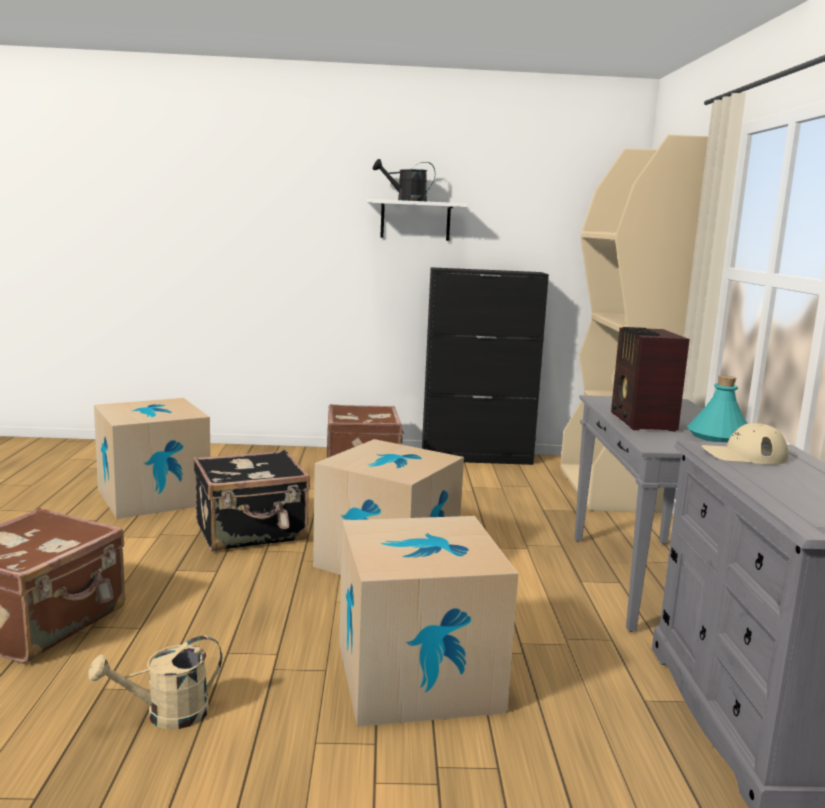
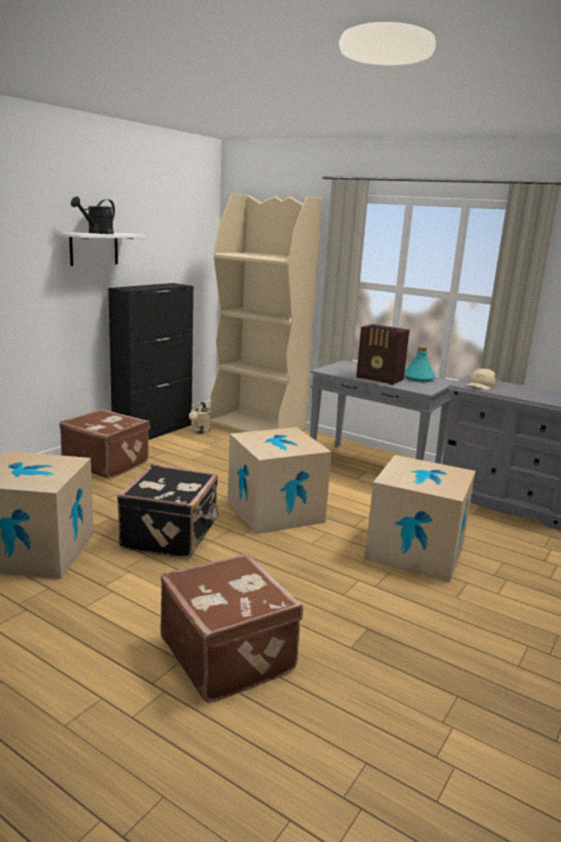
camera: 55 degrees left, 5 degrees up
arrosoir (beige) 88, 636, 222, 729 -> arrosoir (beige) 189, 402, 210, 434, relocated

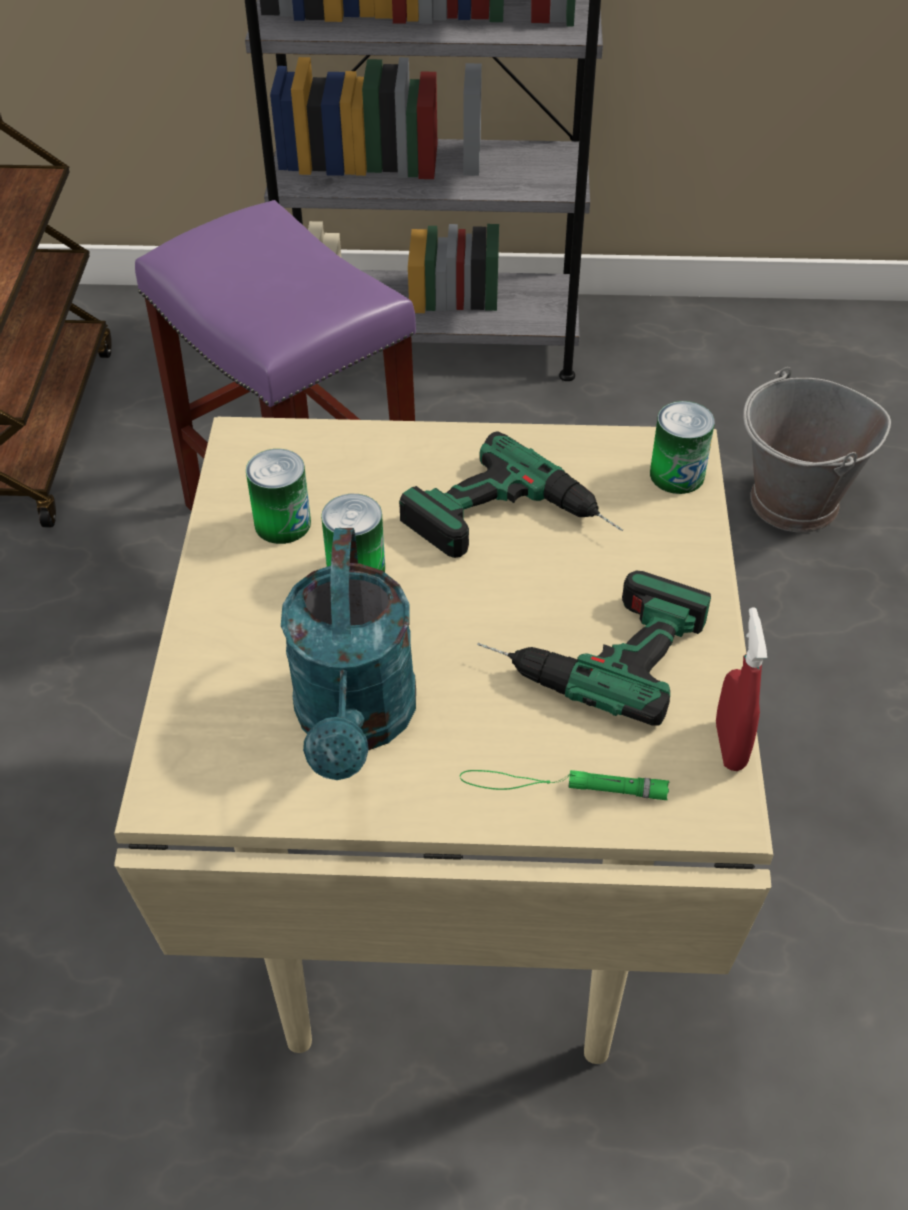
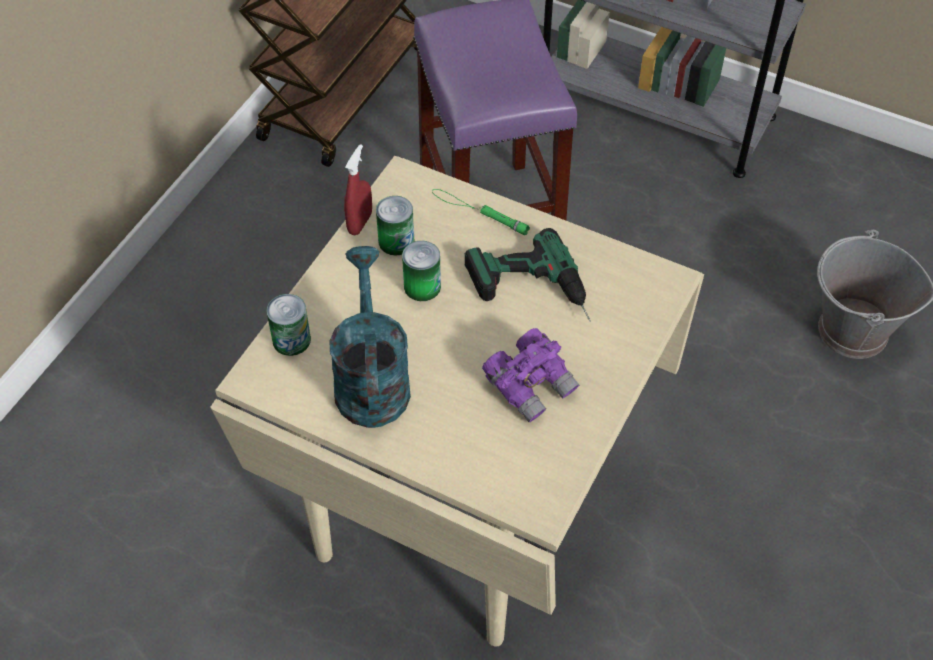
camera: 25 degrees right, 5 degrees up
boîte métallique 650, 401, 715, 494 -> boîte métallique 266, 294, 311, 356, relocated
arrosoir (turquoise) 281, 528, 416, 780 -> arrosoir (turquoise) 329, 246, 411, 428, 150 degrees clockwise
perceuse 477, 571, 711, 726 -> jumelles (violet) 482, 328, 579, 422
vaporisateur (rouge) 716, 608, 767, 771 -> vaporisateur (rouge) 344, 144, 372, 235, relocated
lampe de poche (vert) 460, 770, 669, 800 -> lampe de poche (vert) 432, 189, 530, 235, relocated

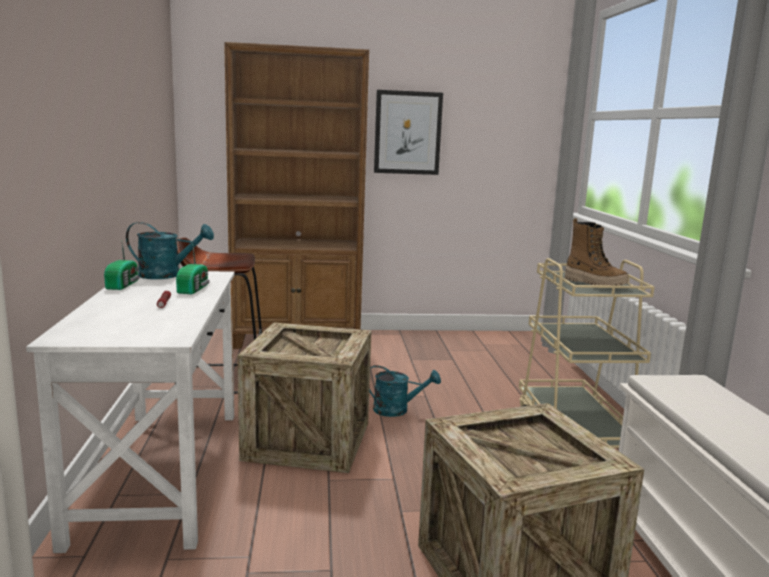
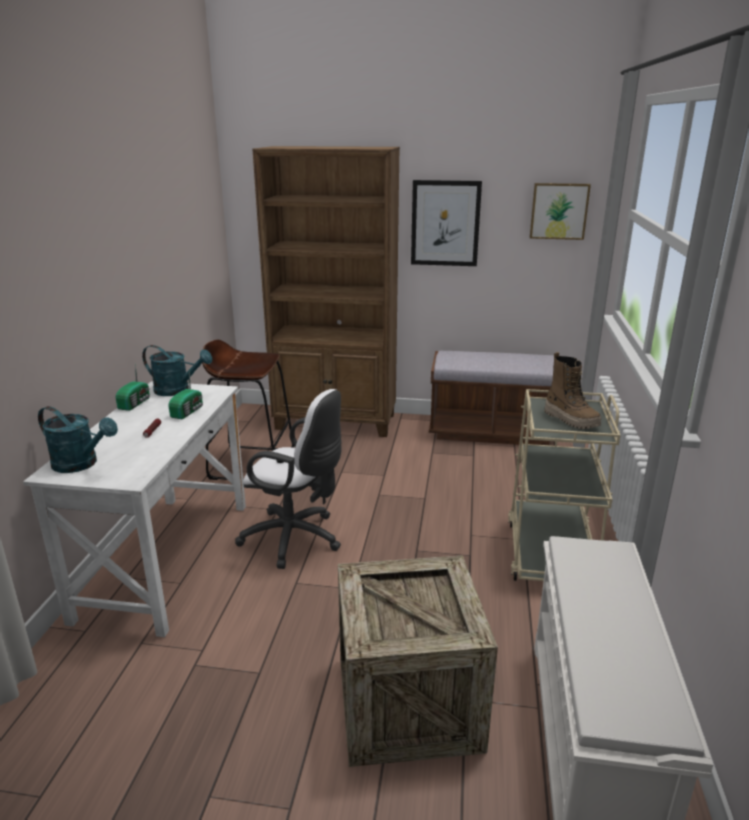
camera: 15 degrees right, 10 degrees up
caisse 237, 322, 372, 473 -> chaise de bureau (blanc) 235, 389, 342, 569
arrosoir (turquoise) 369, 365, 441, 417 -> arrosoir (turquoise) 38, 406, 118, 473, relocated
none -> tableau 530, 183, 591, 240
none -> banc (marron) 429, 351, 554, 445

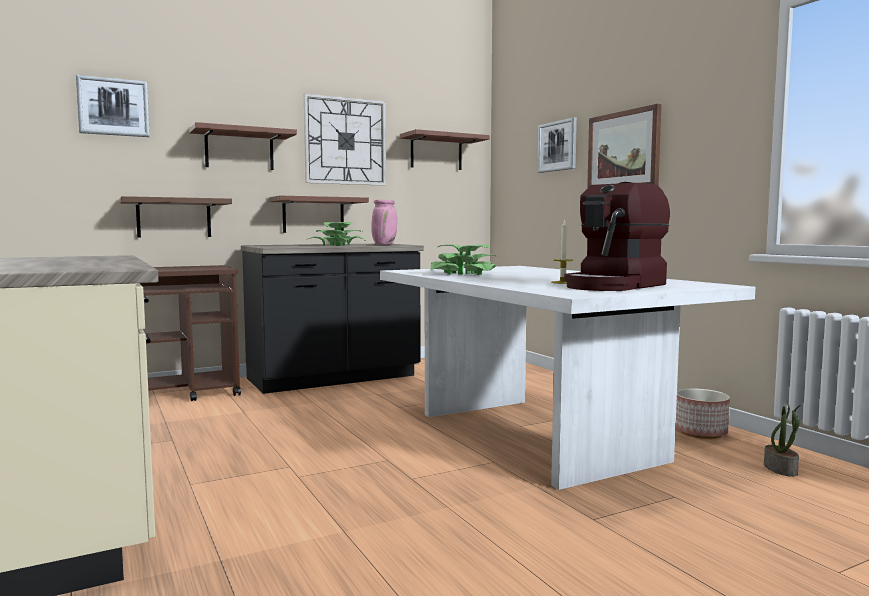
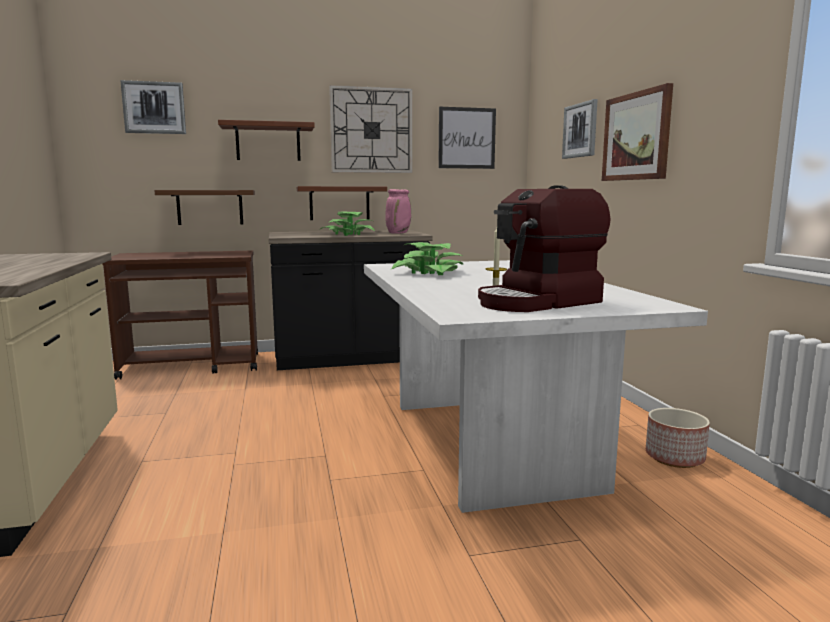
camera: 15 degrees right, 5 degrees up
étagère (marron) 400, 129, 489, 170 -> tableau 438, 107, 496, 169
plante en pot 764, 401, 801, 477 -> none

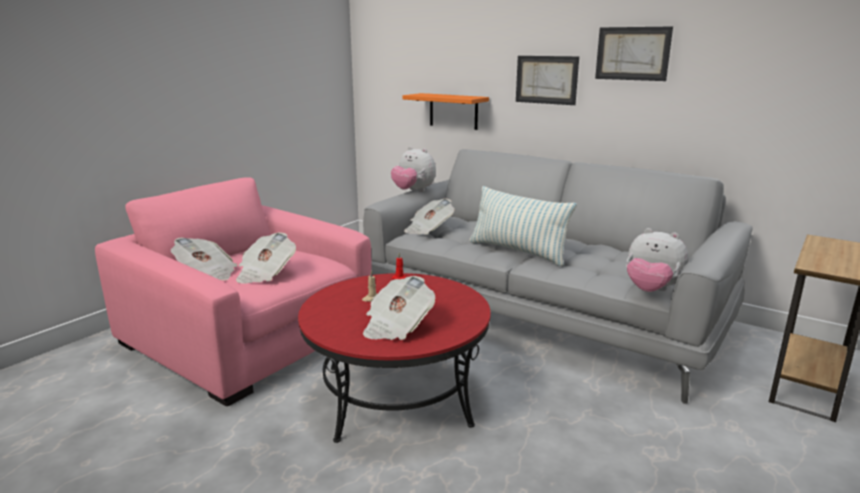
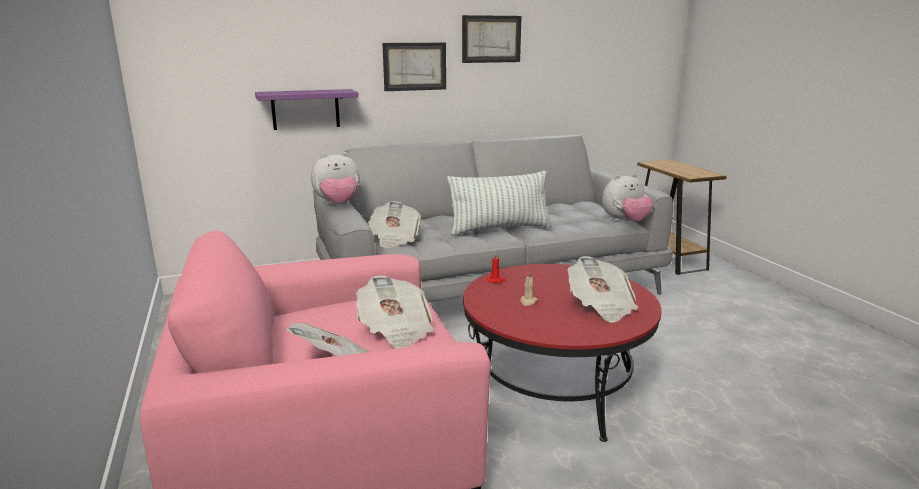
camera: 55 degrees left, 0 degrees up
étagère (orange) 402, 93, 489, 130 -> étagère (violet) 255, 89, 359, 130

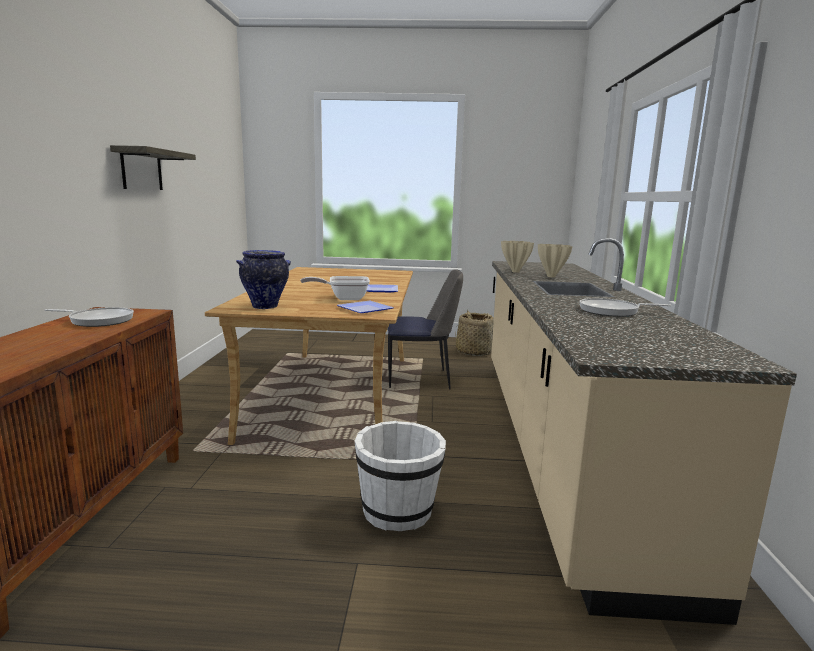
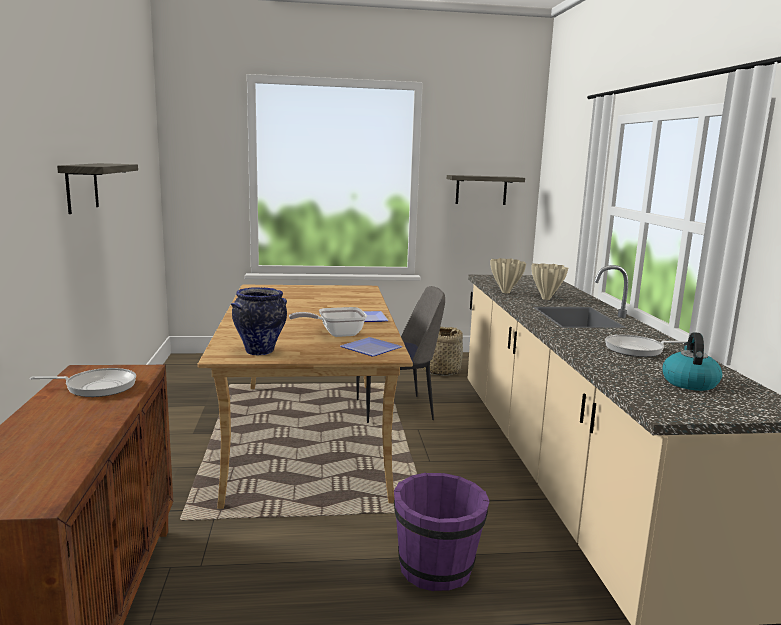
camera: 10 degrees left, 0 degrees up
seau (blanc) 354, 421, 446, 531 -> seau (violet) 394, 473, 490, 591
none -> étagère 447, 175, 525, 205
none -> bouilloire 662, 332, 722, 391

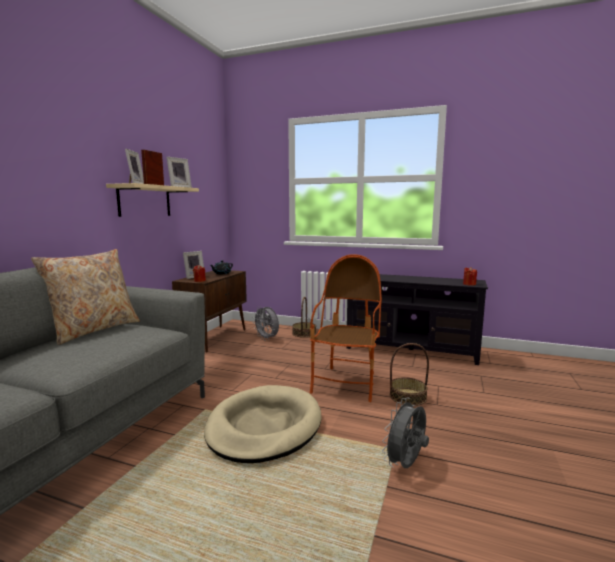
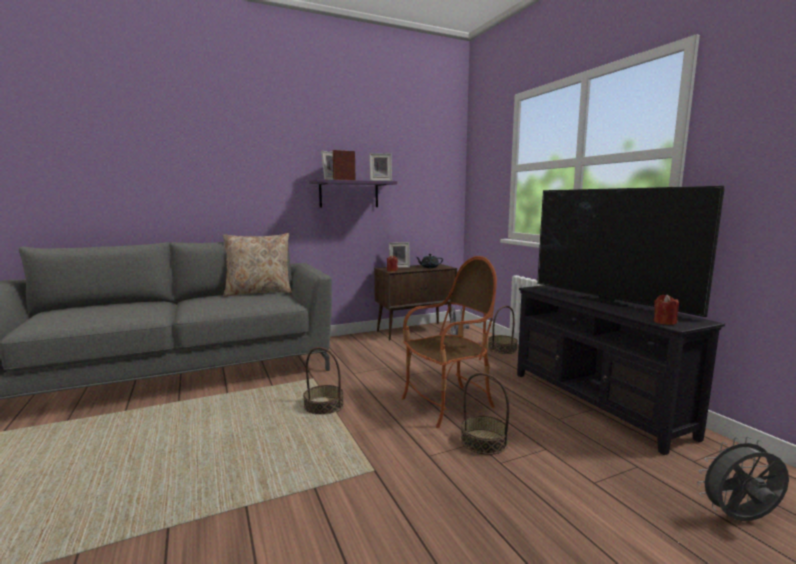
camera: 45 degrees right, 0 degrees up
étagère (beige) 106, 183, 199, 217 -> étagère (violet) 309, 179, 397, 208
panier pour chien (beige) 204, 385, 322, 463 -> panier 303, 347, 344, 415
ventilateur (gris) 382, 398, 429, 468 -> ventilateur (gris) 697, 437, 789, 521, relocated
none -> téléviseur 537, 186, 724, 317

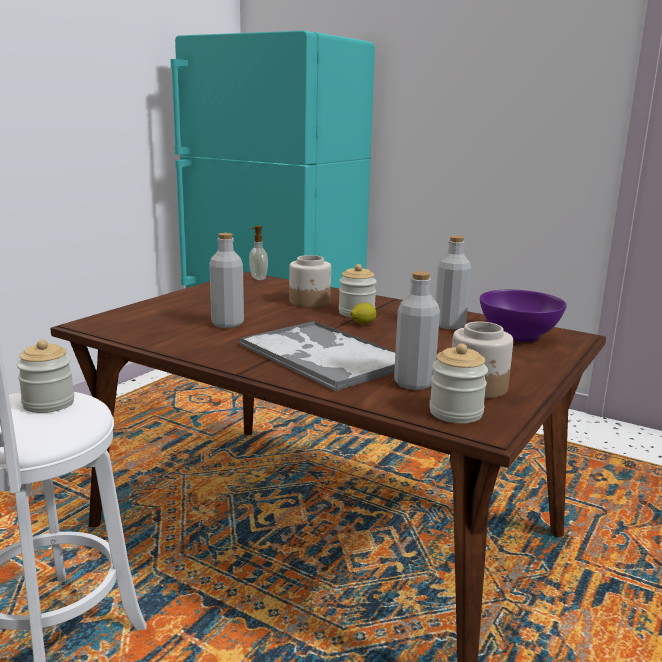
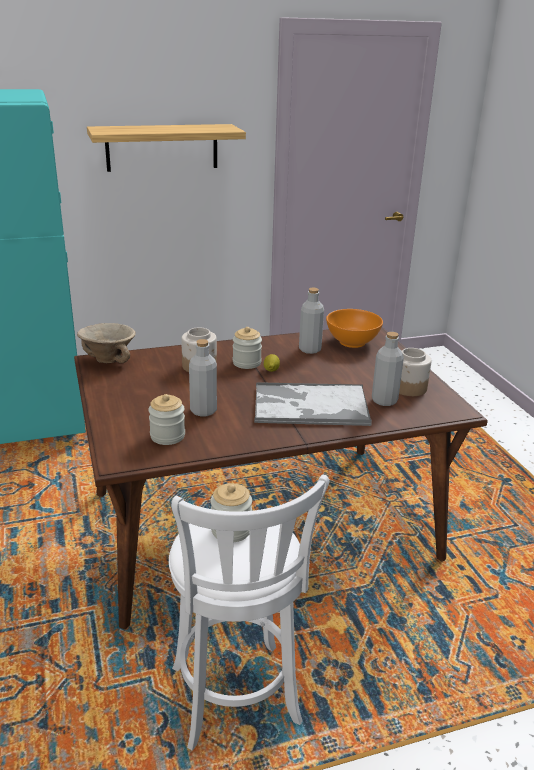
camera: 50 degrees left, 10 degrees up
distributeur de savon 248, 226, 268, 280 -> bol (beige) 77, 323, 136, 363
bol (violet) 480, 290, 567, 342 -> bol (orange) 326, 309, 383, 348
bocal 429, 343, 488, 424 -> bocal 148, 394, 185, 445, relocated
none -> étagère 87, 124, 246, 172

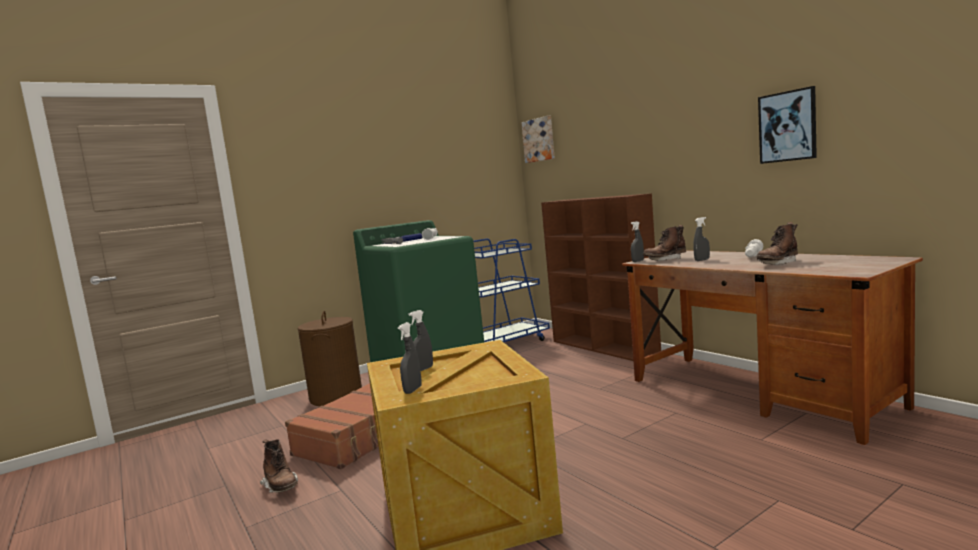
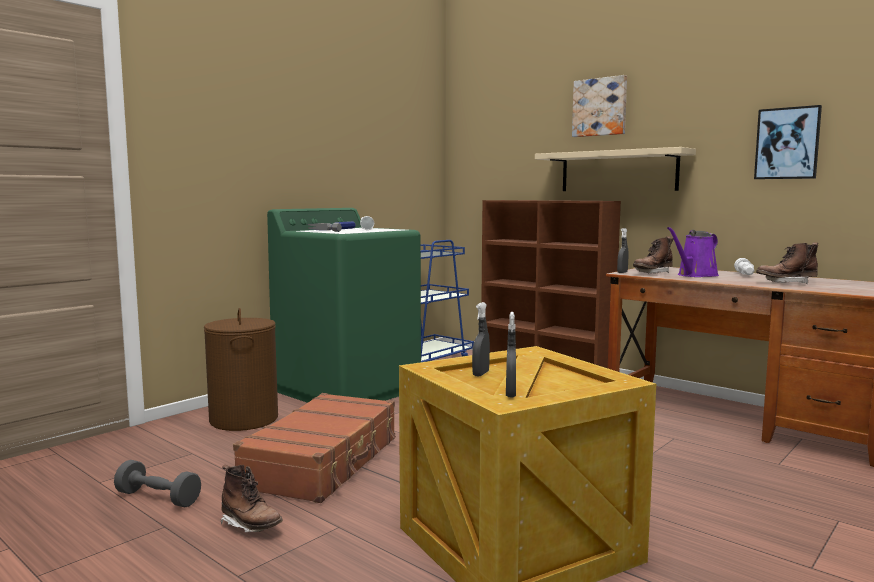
camera: 15 degrees left, 0 degrees up
tableau 521, 116, 555, 163 -> tableau 572, 75, 627, 137, relocated
vaporisateur (gris) 693, 217, 710, 261 -> arrosoir (violet) 667, 227, 719, 277
botte (marron) 757, 222, 798, 265 -> botte (marron) 756, 242, 818, 284, 45 degrees clockwise
none -> étagère (beige) 535, 147, 696, 191
none -> haltère (gris) 114, 460, 201, 507

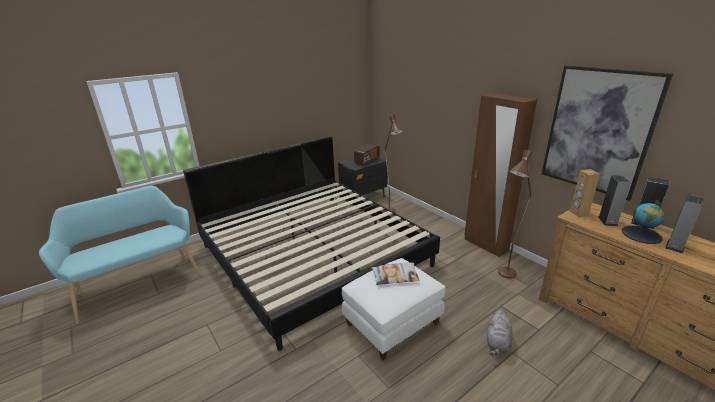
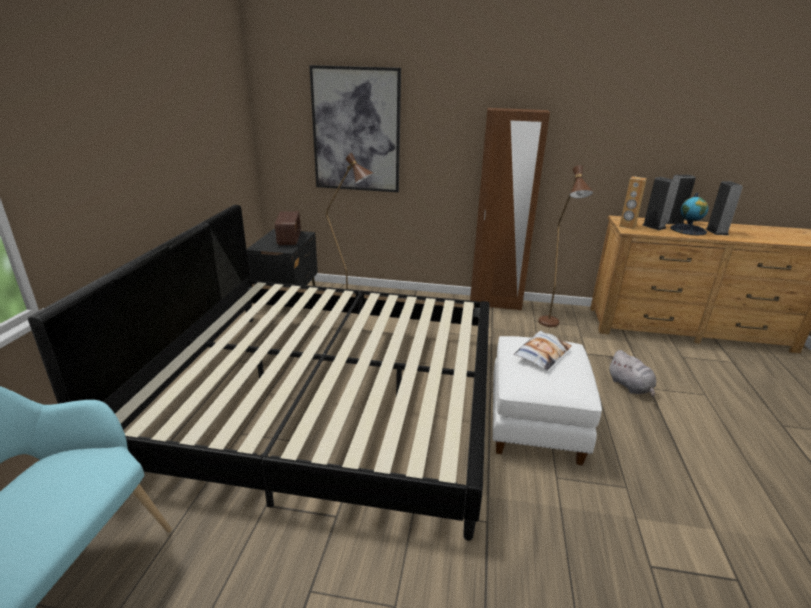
camera: 45 degrees left, 0 degrees up
tableau 542, 65, 673, 201 -> tableau 309, 65, 401, 192, relocated

